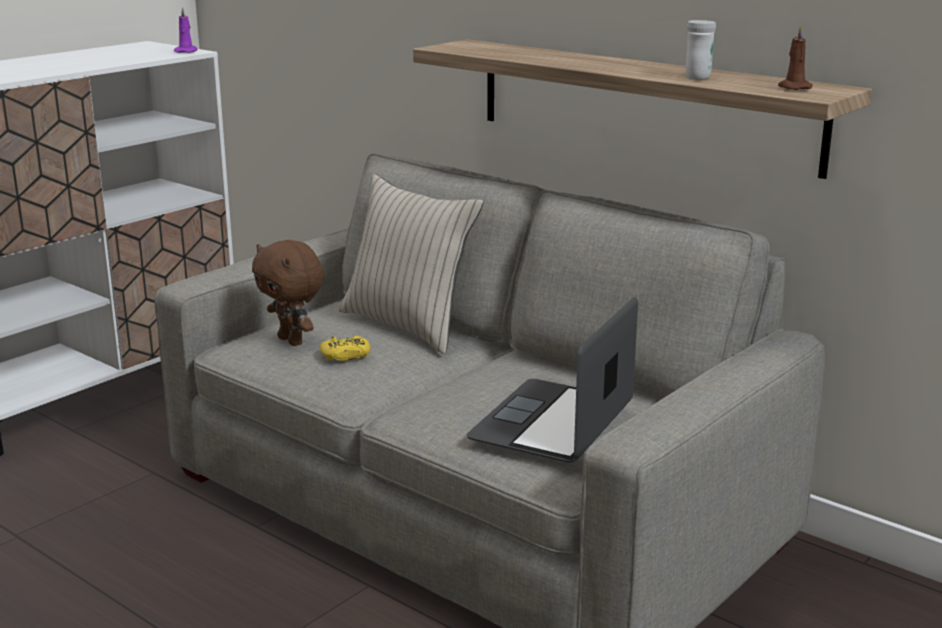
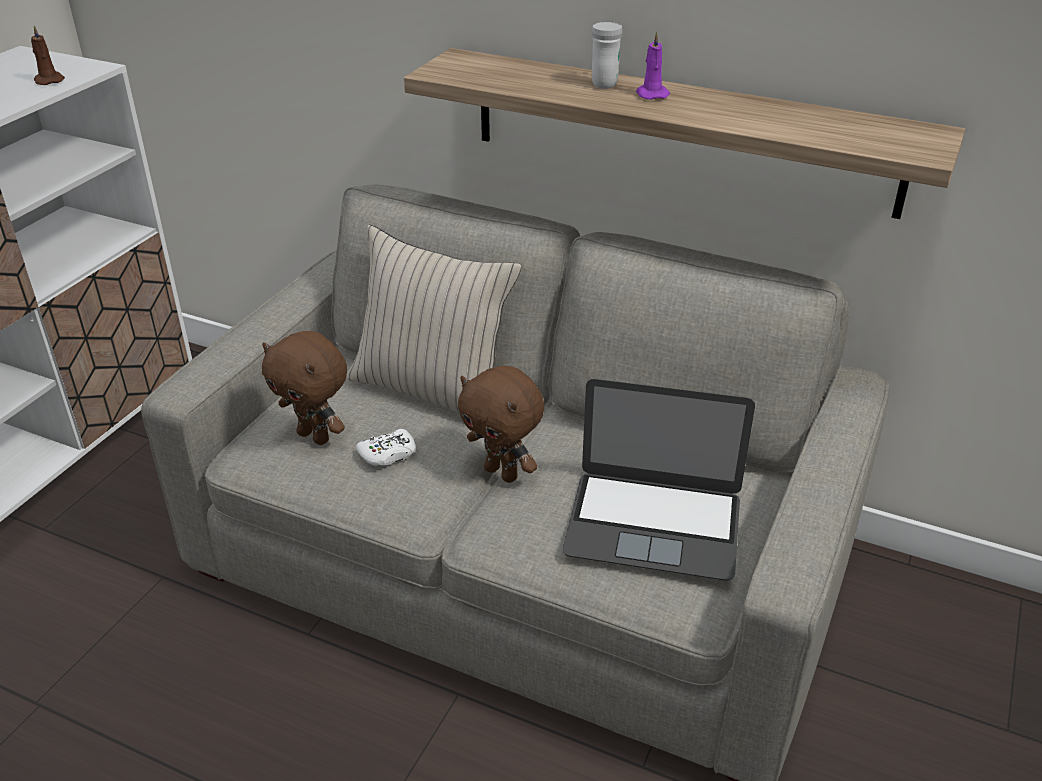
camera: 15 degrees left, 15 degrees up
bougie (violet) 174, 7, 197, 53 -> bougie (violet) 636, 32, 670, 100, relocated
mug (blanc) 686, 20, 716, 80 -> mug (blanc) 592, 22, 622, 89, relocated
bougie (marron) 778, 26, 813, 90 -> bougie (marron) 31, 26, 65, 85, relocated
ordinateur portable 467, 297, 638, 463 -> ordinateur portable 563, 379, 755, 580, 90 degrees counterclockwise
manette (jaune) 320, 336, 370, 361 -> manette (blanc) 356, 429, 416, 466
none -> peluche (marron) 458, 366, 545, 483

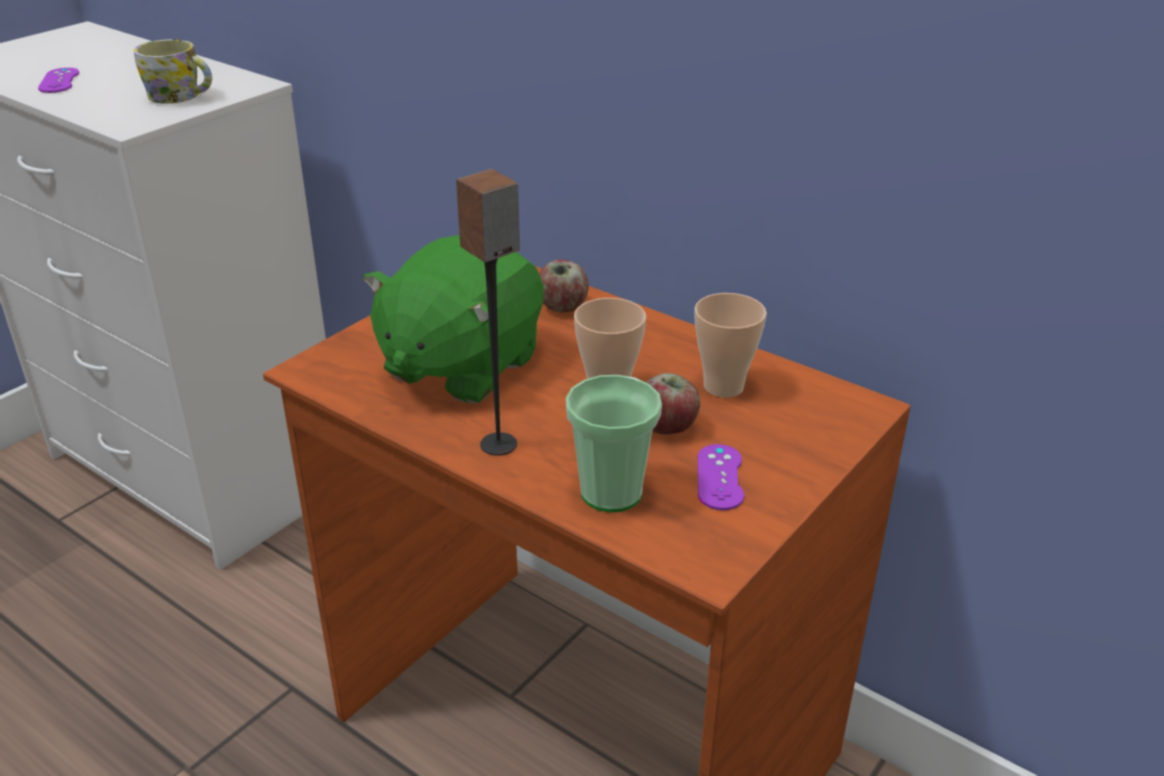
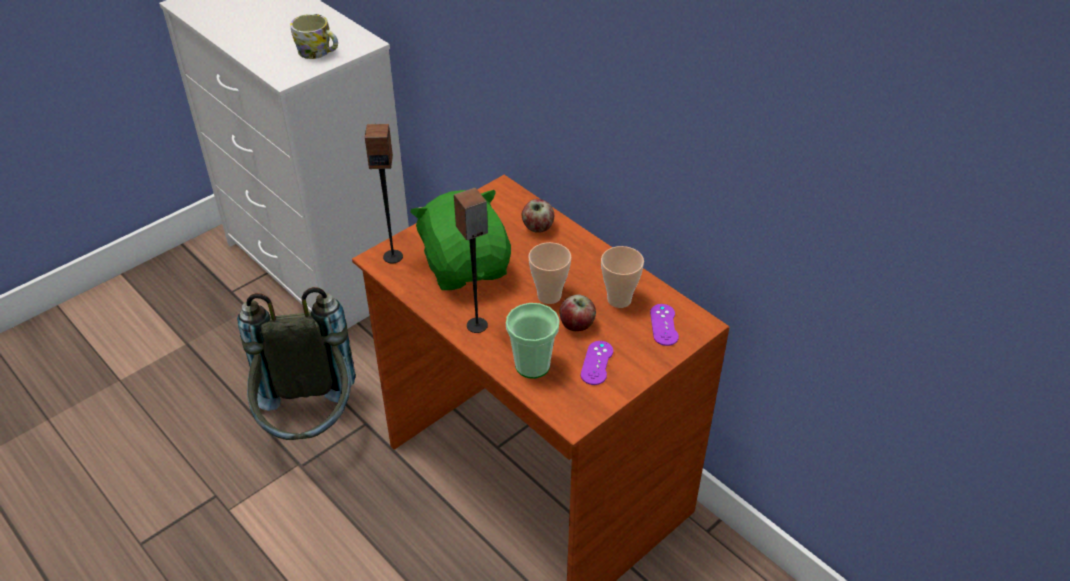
camera: 10 degrees right, 10 degrees up
manette (violet) 38, 68, 79, 93 -> manette (violet) 650, 304, 679, 346, relocated
peluche (vert) 363, 235, 543, 404 -> peluche (vert) 410, 190, 511, 290, 120 degrees clockwise
none -> enceinte 365, 124, 403, 263
none -> sac à dos (gris) 237, 287, 355, 440

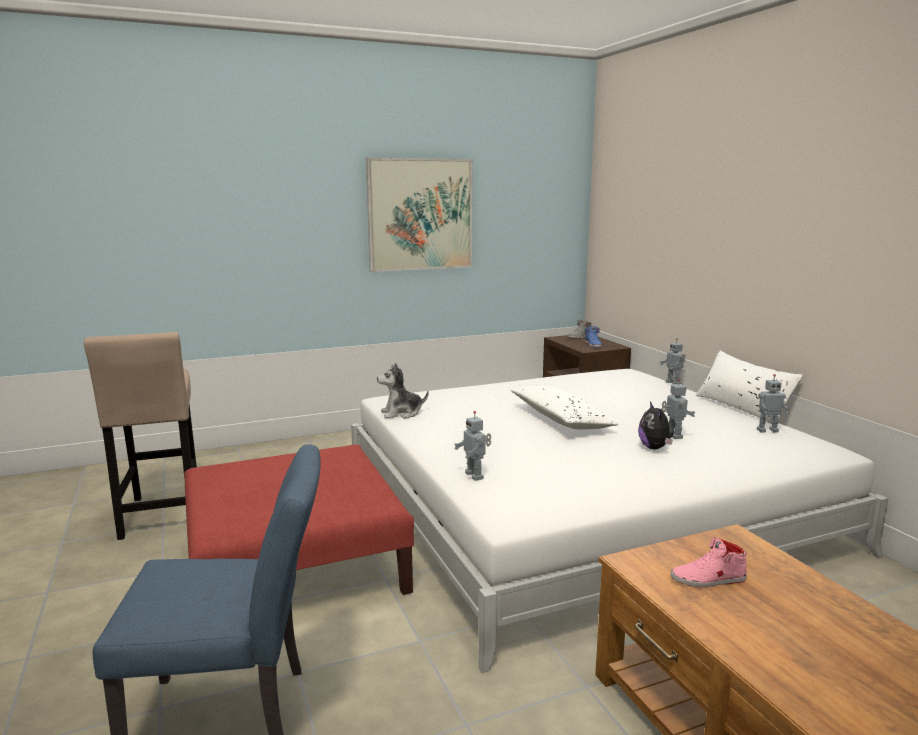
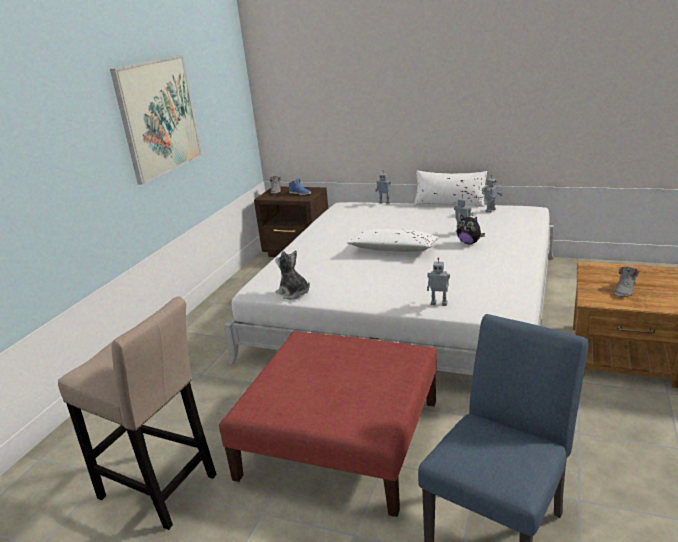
camera: 45 degrees left, 10 degrees up
peluche 377, 363, 429, 418 -> peluche 275, 250, 310, 299, 105 degrees clockwise
chaussure (rose) 671, 537, 747, 587 -> chaussure (gris) 615, 267, 639, 297

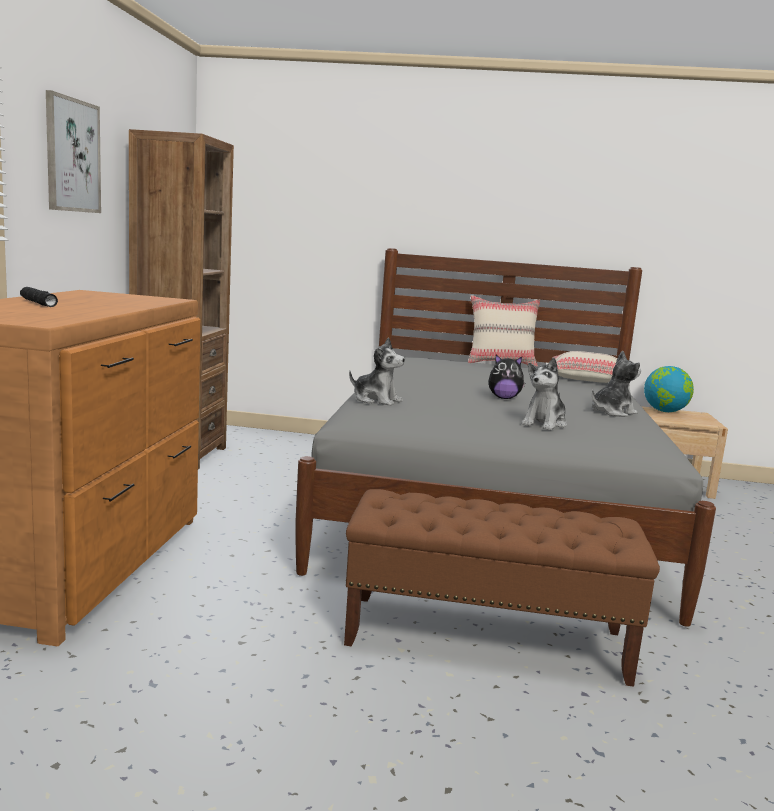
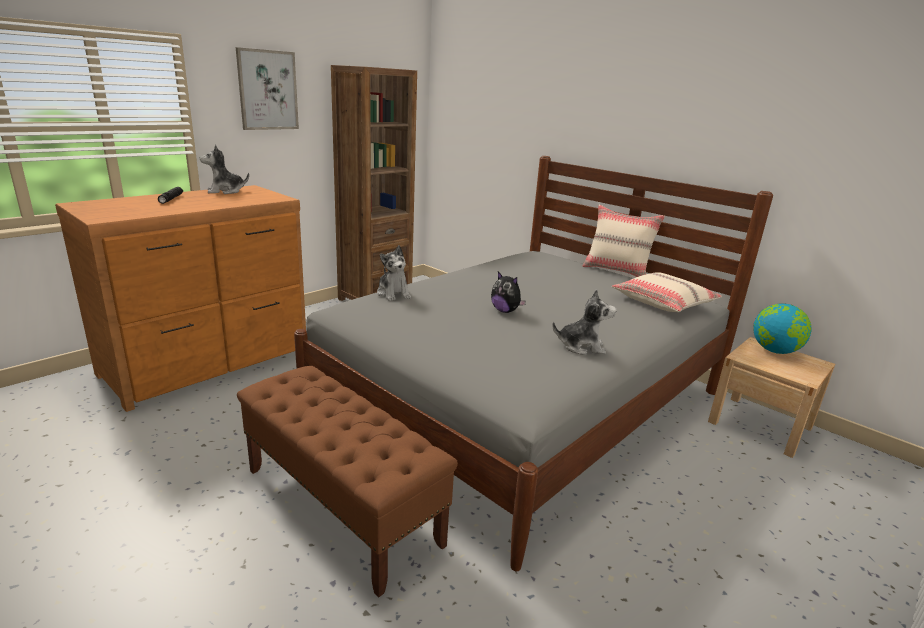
camera: 35 degrees right, 10 degrees up
peluche 522, 358, 567, 430 -> peluche 199, 145, 249, 194, relocated

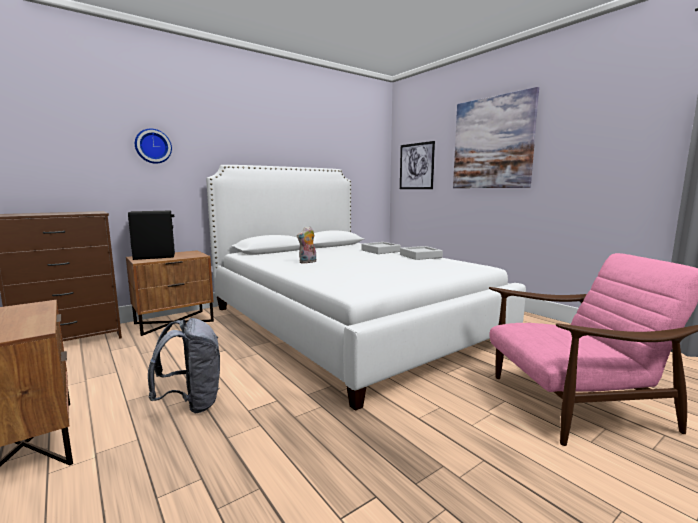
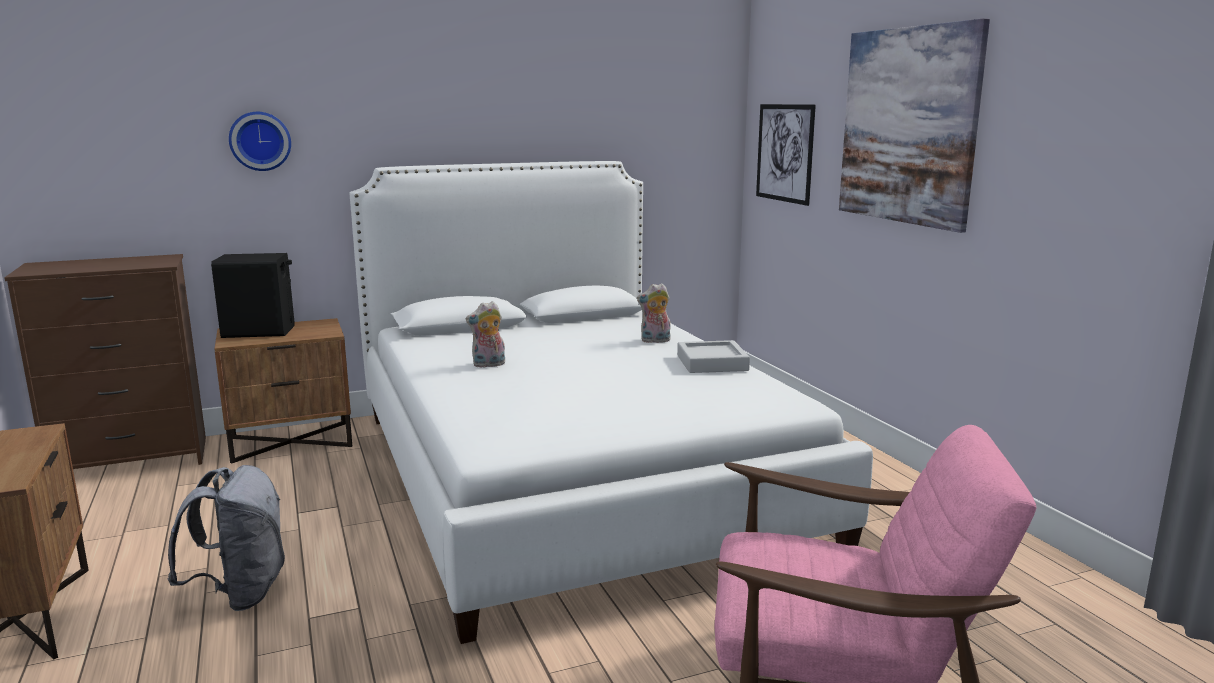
camera: 15 degrees right, 5 degrees up
plateau (gris) 362, 242, 401, 254 -> peluche 637, 283, 671, 343

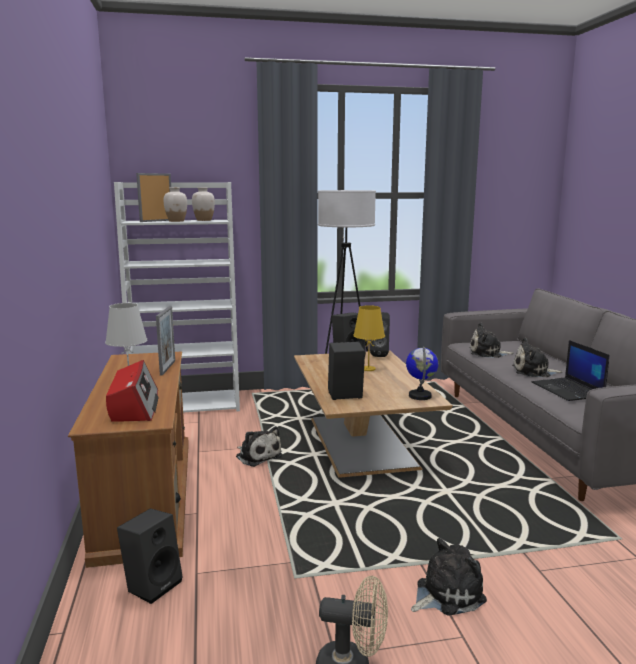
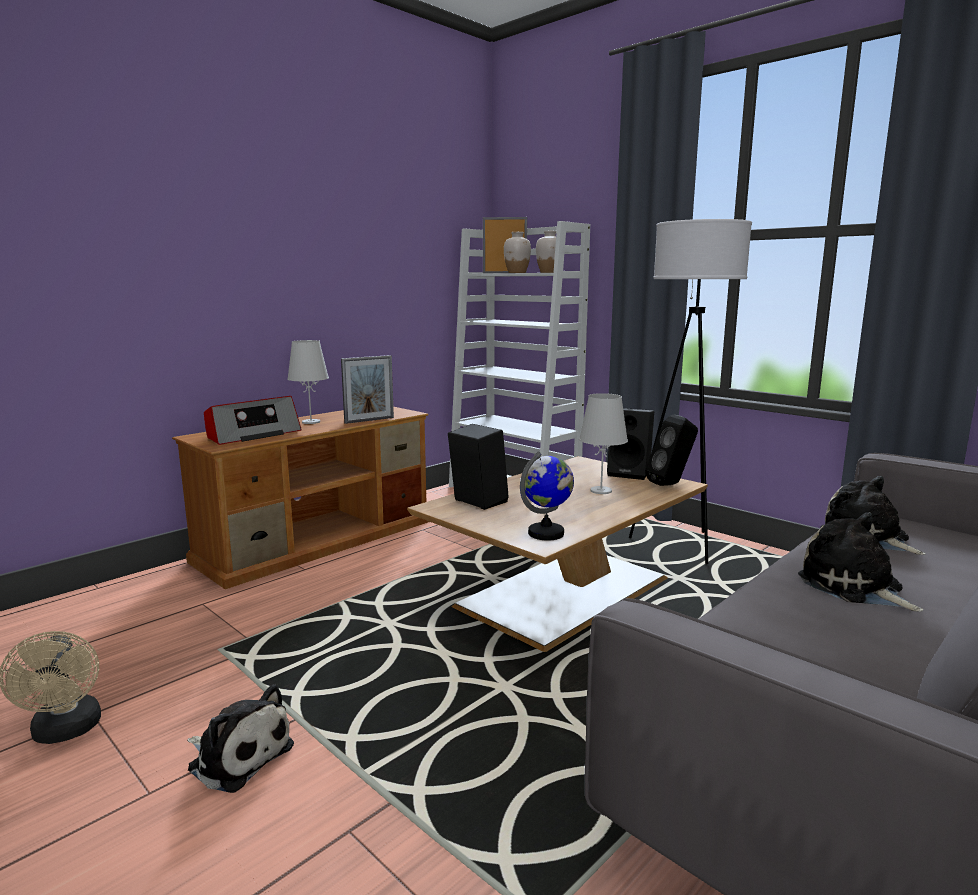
camera: 55 degrees right, 0 degrees up
lampe de table (jaune) 353, 305, 385, 371 -> lampe de table (blanc) 579, 393, 628, 494
ordinateur portable 532, 340, 610, 401 -> none
peluche 236, 426, 283, 467 -> none
enceinte (noir) 117, 508, 183, 604 -> none

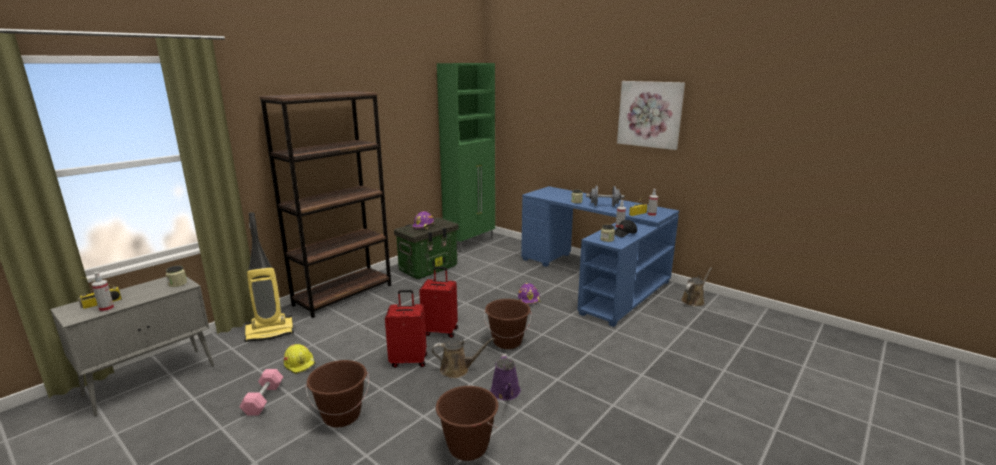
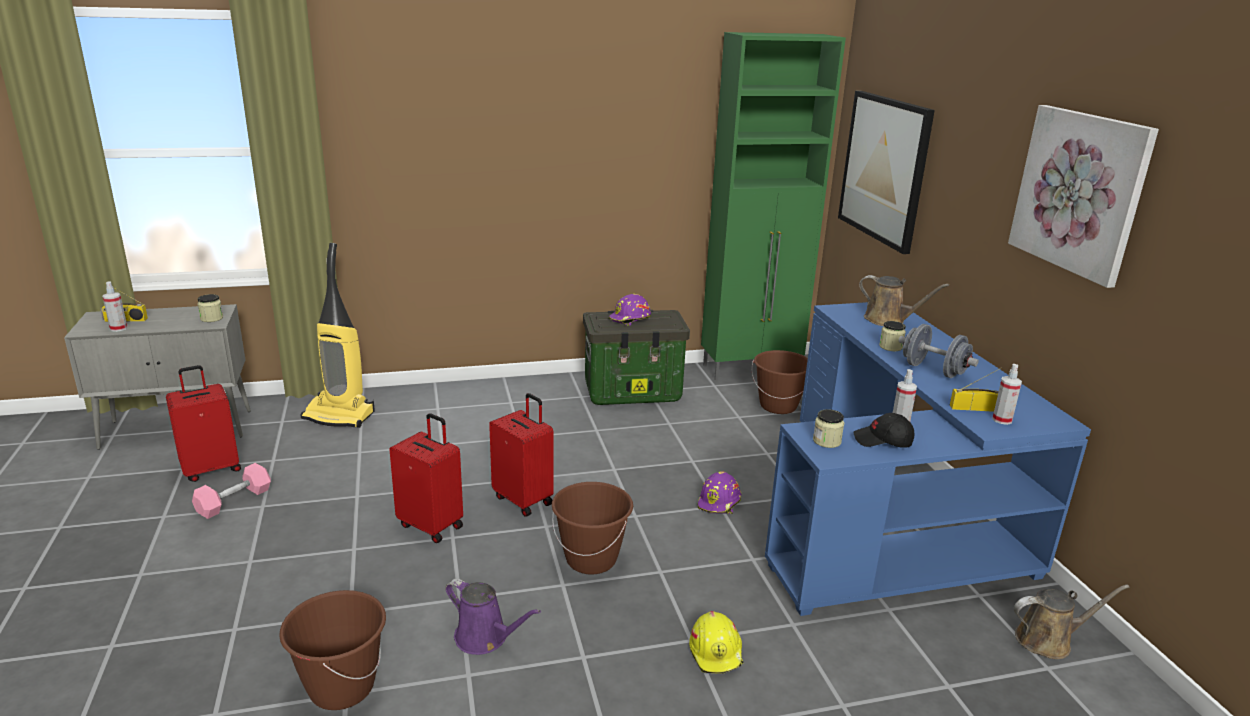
camera: 35 degrees right, 5 degrees up
bibliothèque (marron) 259, 91, 391, 318 -> none
arrosoir (marron) 432, 338, 495, 378 -> arrosoir (marron) 859, 275, 949, 326, relocated
casque de chantier (jaune) 284, 344, 316, 374 -> casque de chantier (jaune) 689, 611, 744, 674, relocated
arrosoir (violet) 491, 353, 521, 400 -> arrosoir (violet) 446, 578, 541, 655, 90 degrees counterclockwise
seau (marron) 306, 360, 369, 427 -> seau (marron) 752, 350, 808, 414, relocated
none -> tableau 838, 91, 935, 254
none -> valise (rouge) 166, 365, 241, 482

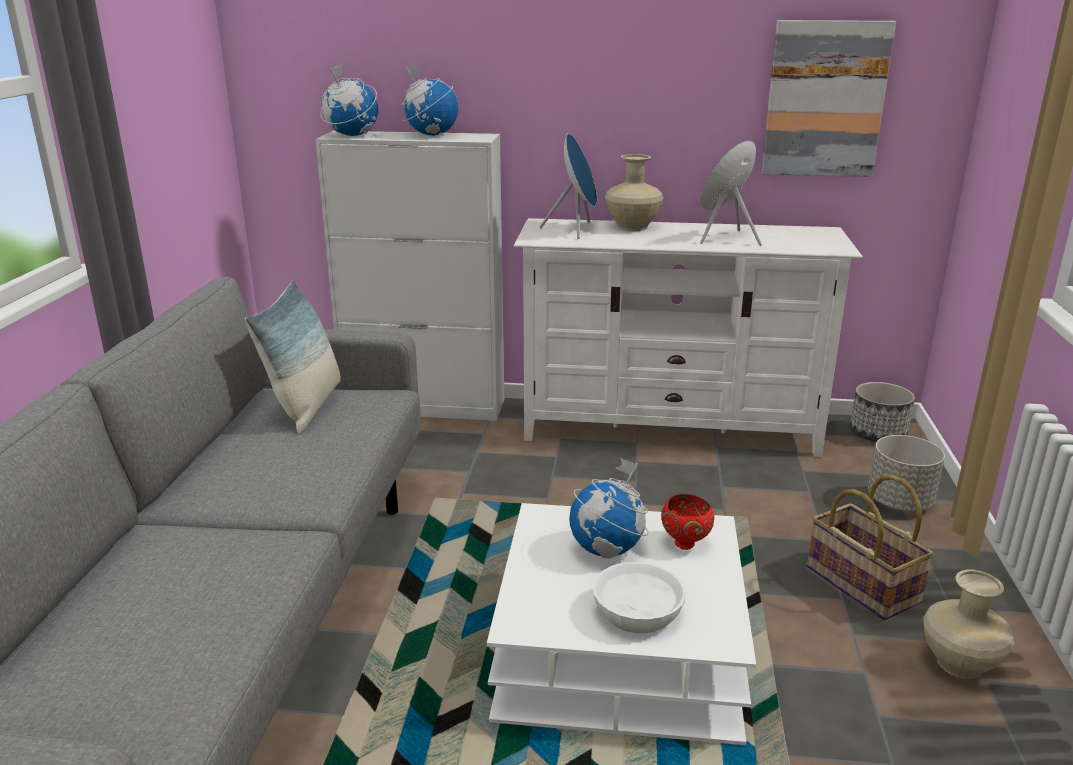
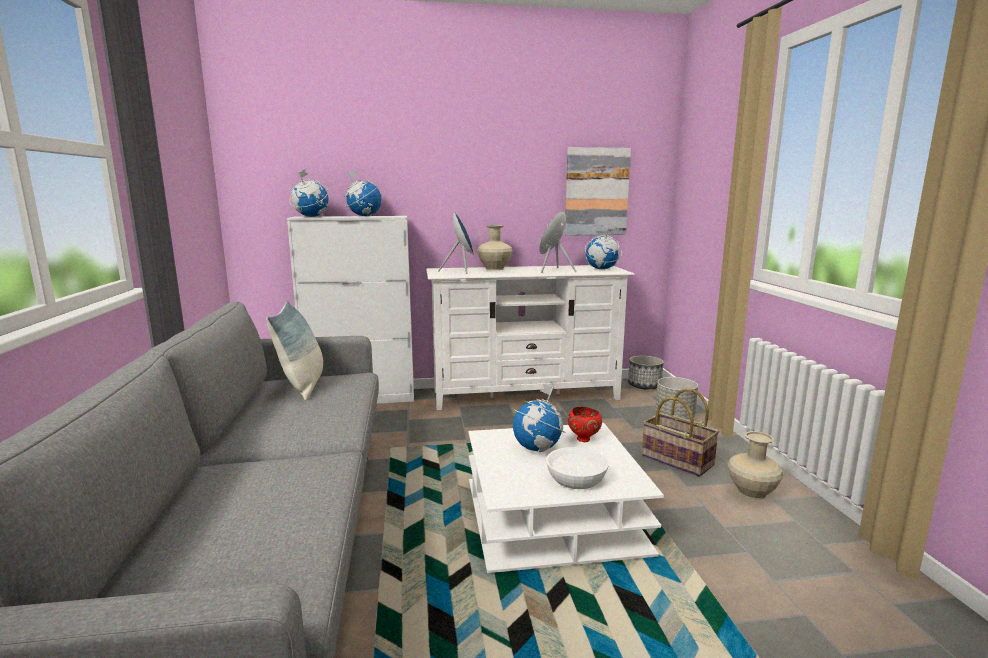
camera: 15 degrees left, 10 degrees down
none -> globe 585, 227, 622, 269

